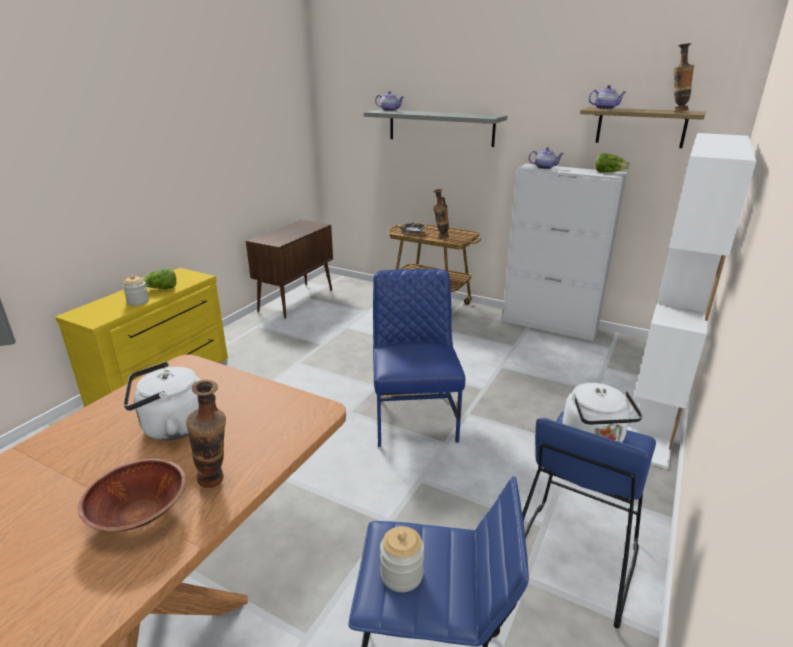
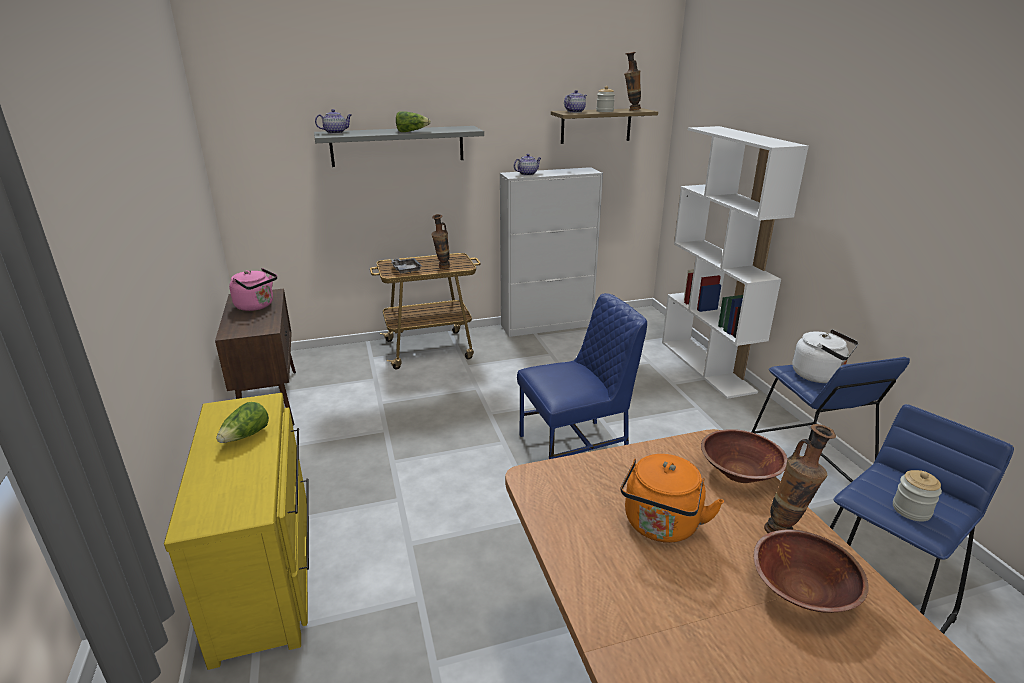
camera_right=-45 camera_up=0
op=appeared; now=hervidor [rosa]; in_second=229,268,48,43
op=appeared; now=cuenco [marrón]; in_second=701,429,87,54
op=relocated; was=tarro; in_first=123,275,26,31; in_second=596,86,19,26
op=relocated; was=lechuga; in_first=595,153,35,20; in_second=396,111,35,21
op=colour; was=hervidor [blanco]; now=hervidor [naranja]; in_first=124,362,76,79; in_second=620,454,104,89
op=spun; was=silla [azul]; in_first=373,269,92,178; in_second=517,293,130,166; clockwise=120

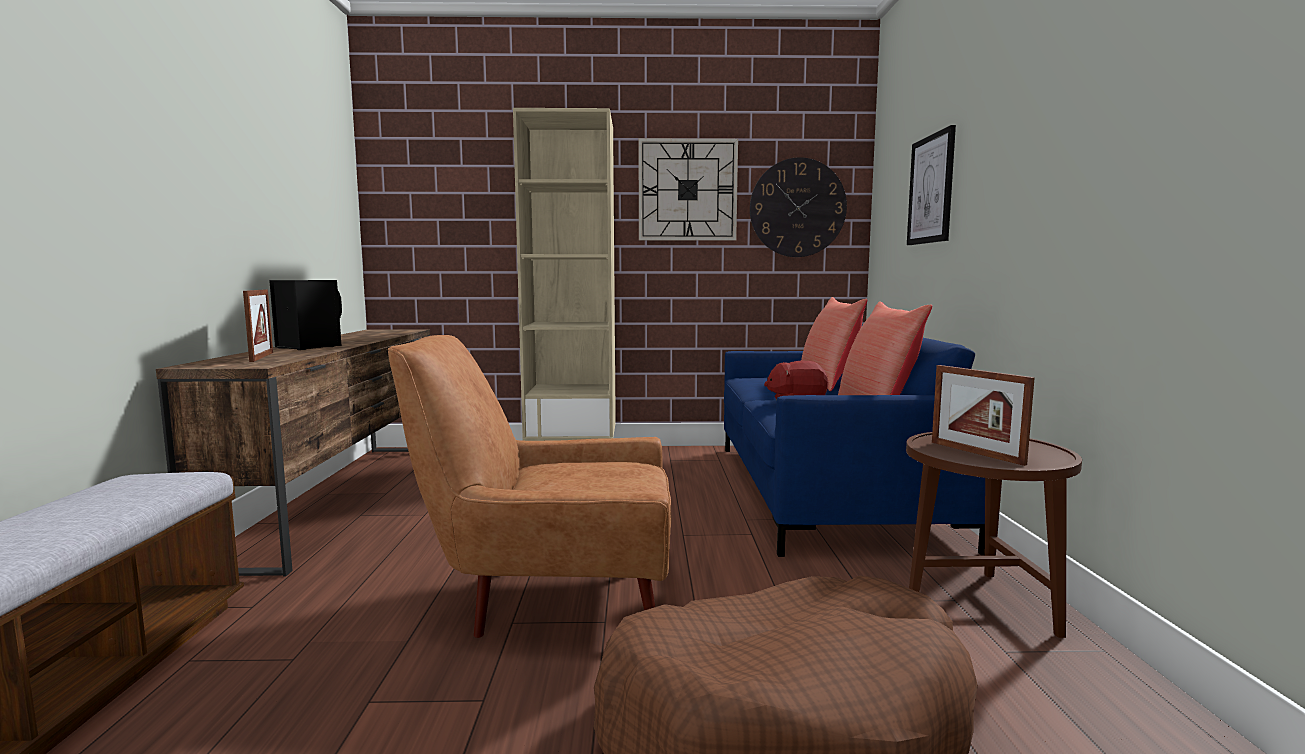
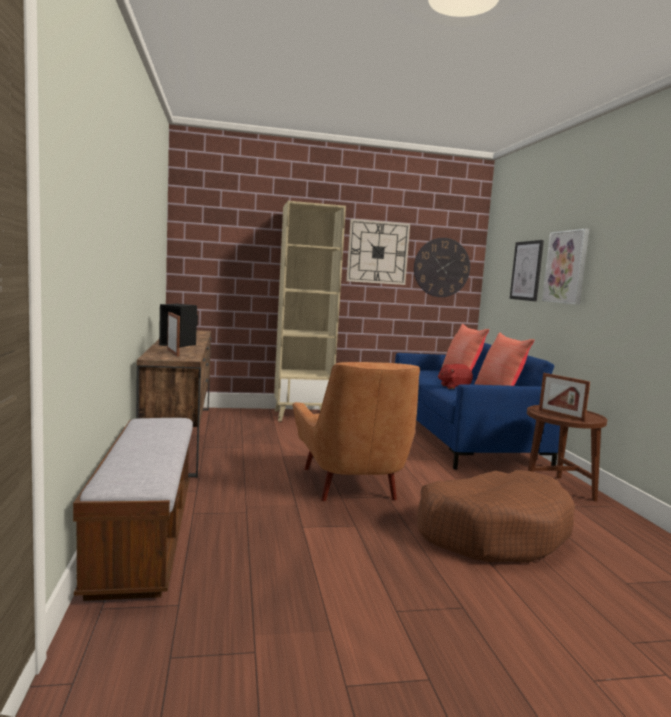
camera_right=-10 camera_up=0
op=appeared; now=cuadro; in_second=542,228,47,77
op=spun; was=sillón [marrón]; in_first=388,335,283,303; in_second=293,362,127,139; clockwise=-90

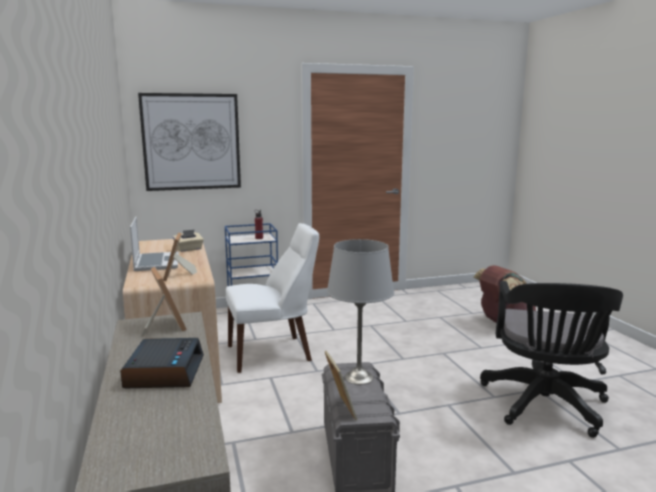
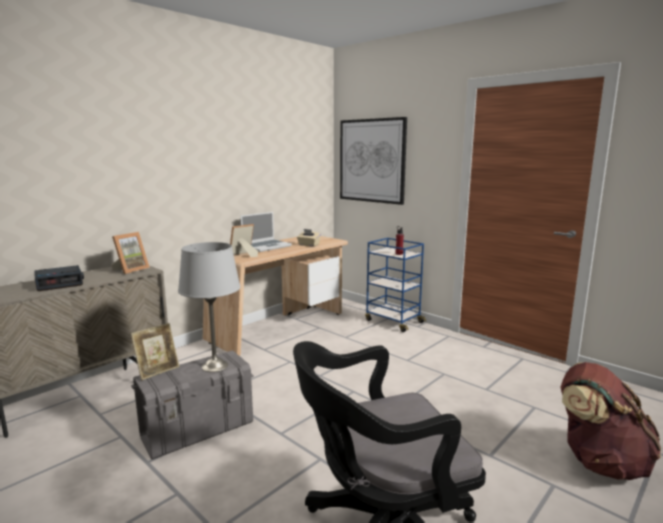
camera_right=60 camera_up=0
op=missing; was=silla [blanco]; in_first=226,223,93,150

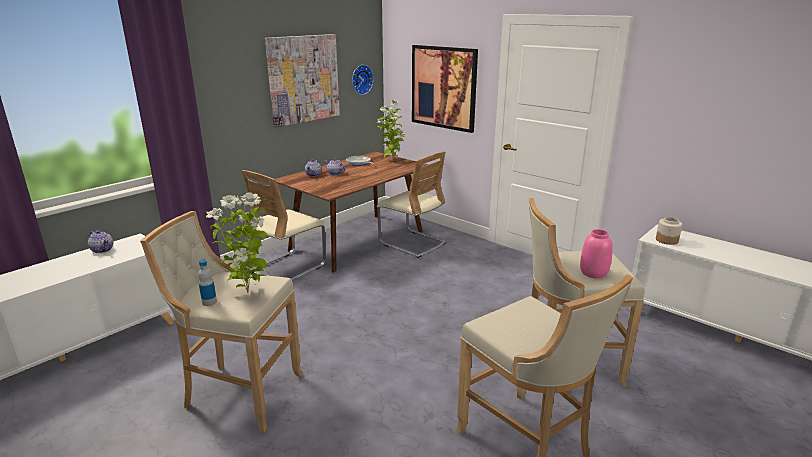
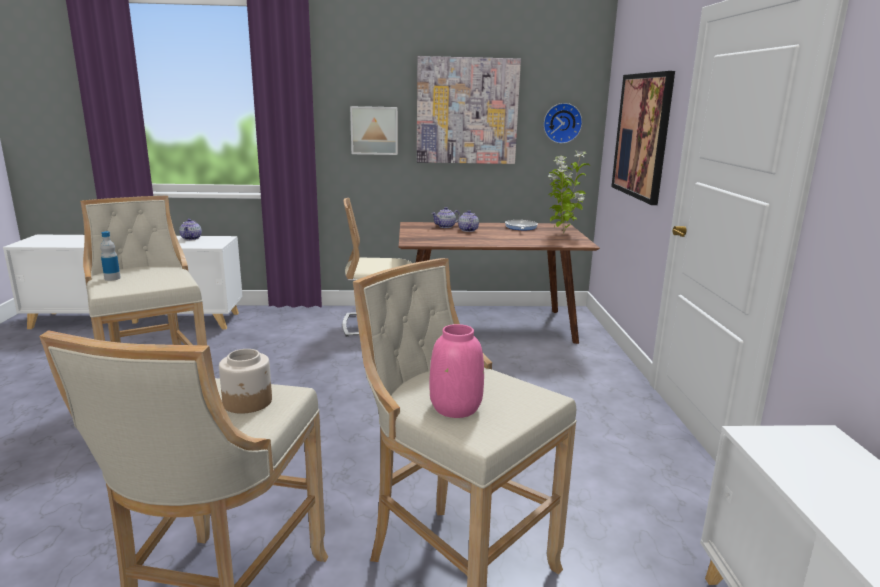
camera_right=45 camera_up=-5
op=missing; was=planta en maceta; in_first=206,193,64,100
op=missing; was=silla [beis]; in_first=377,152,69,106
op=appeared; now=cuadro; in_second=350,106,48,49
op=relocated; was=tarro; in_first=656,217,26,28; in_second=219,349,53,65

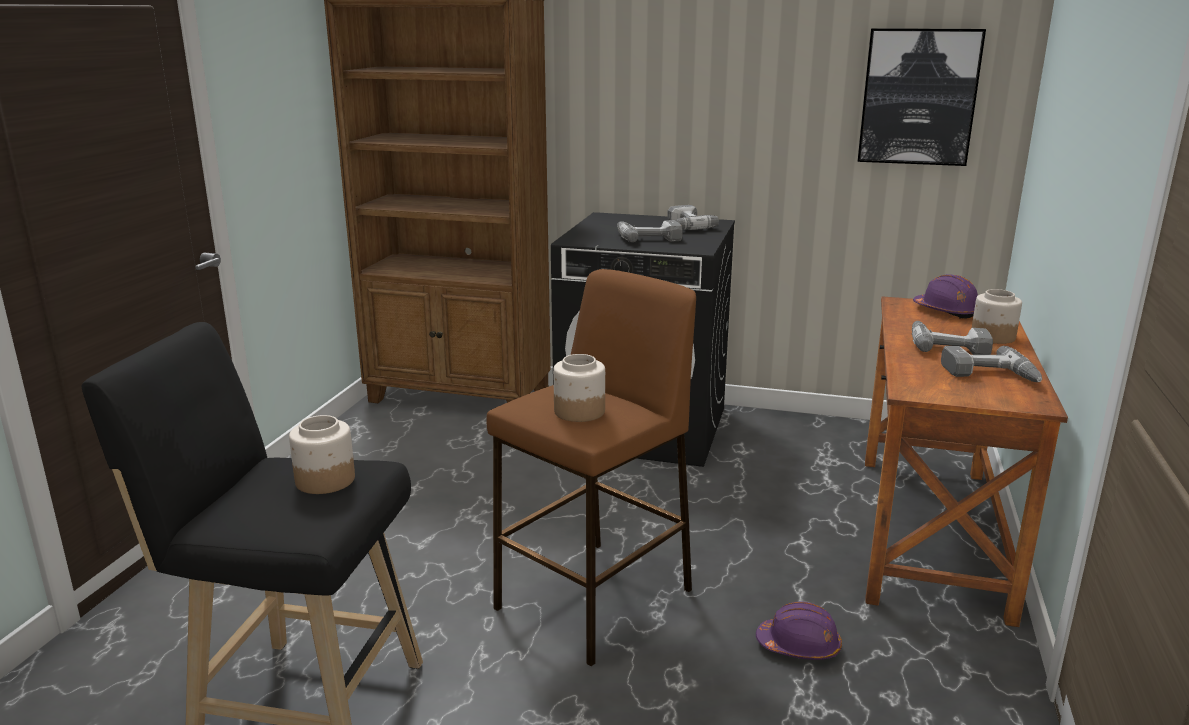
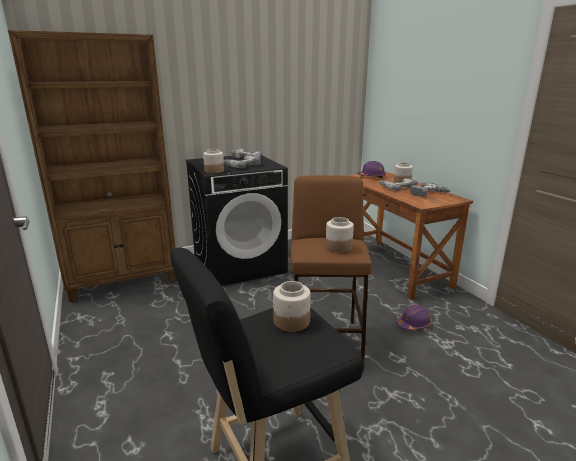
camera_right=-40 camera_up=0
op=missing; was=cuadro; in_first=858,28,128,138
op=appeared; now=tarro; in_second=203,149,21,24

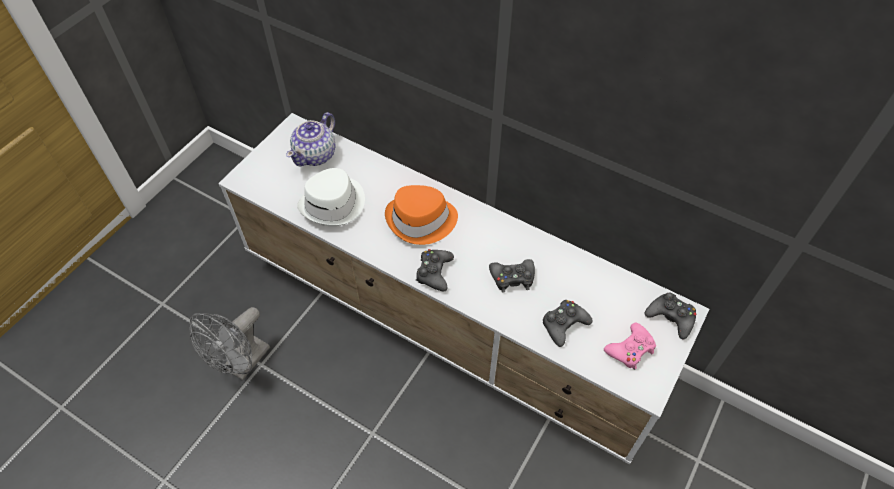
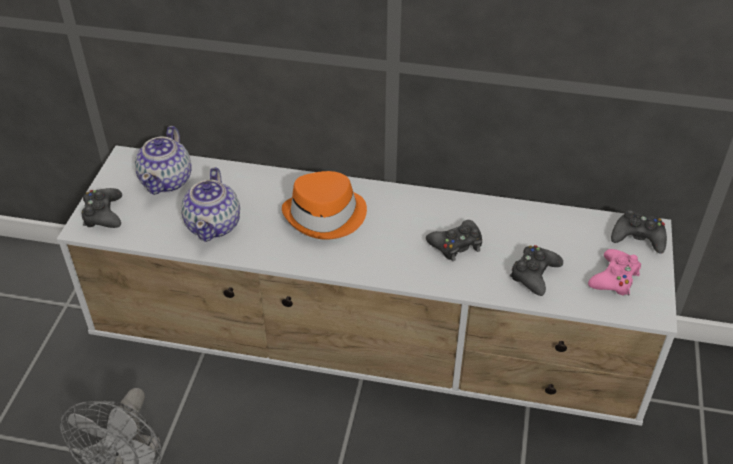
camera_right=-20 camera_up=-10
op=relocated; was=mando de consola [negro]; in_first=416,249,38,42; in_second=82,188,40,40
op=exchanged; was=sombrero [blanco]; now=tetera; in_first=297,168,68,58; in_second=181,167,59,75

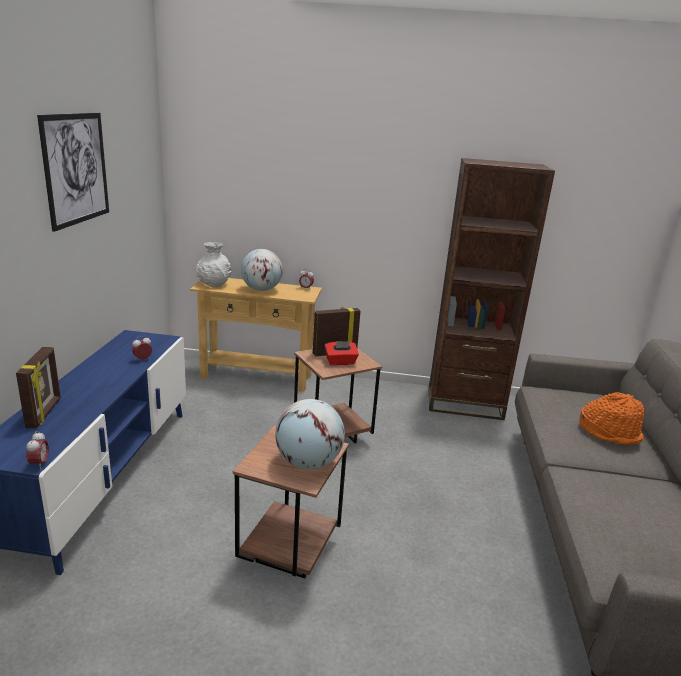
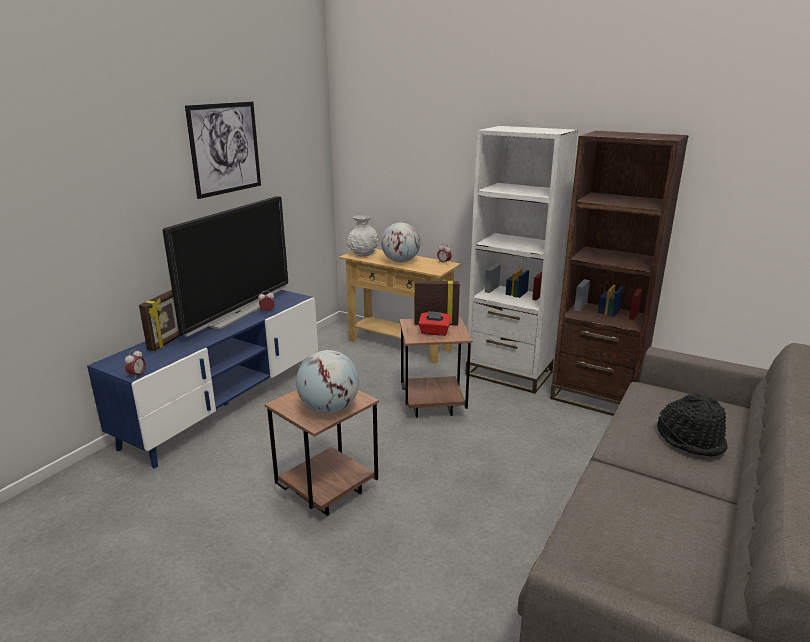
camera_right=25 camera_up=0
op=appeared; now=televisor; in_second=163,196,125,141
op=appeared; now=estantería [blanco]; in_second=465,126,113,268
op=colour; was=sombrero [naranja]; now=sombrero [negro]; in_first=579,392,65,53; in_second=657,394,71,63

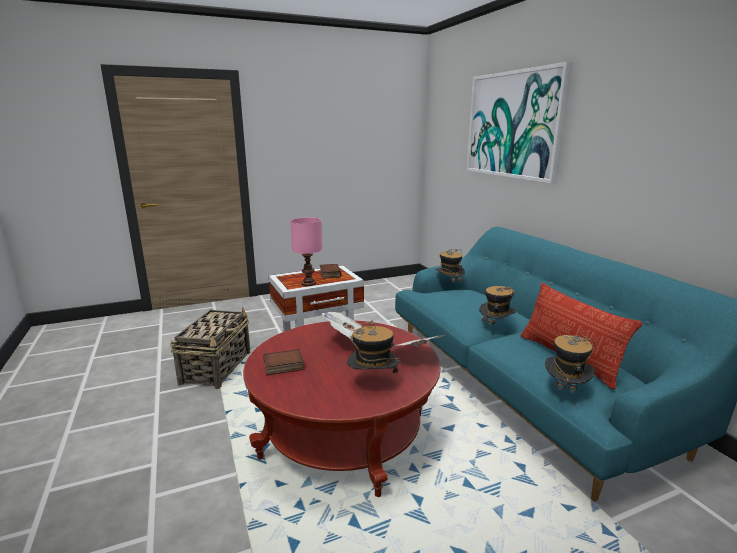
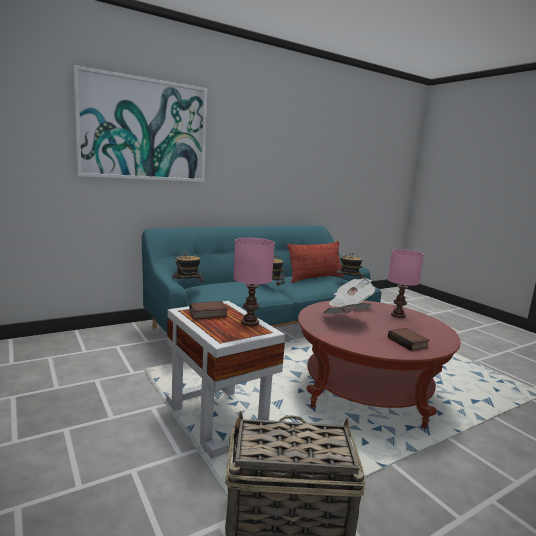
camera_right=-100 camera_up=-5
op=exchanged; was=sombrero; now=lámpara de mesa [rosa]; in_first=347,320,54,57; in_second=388,249,36,69

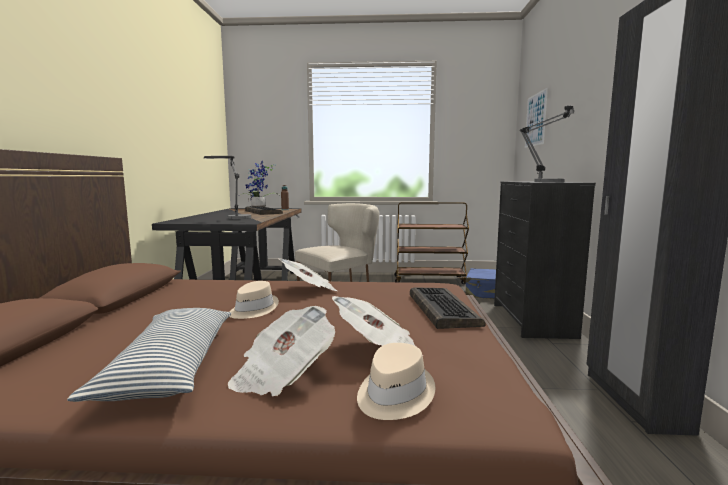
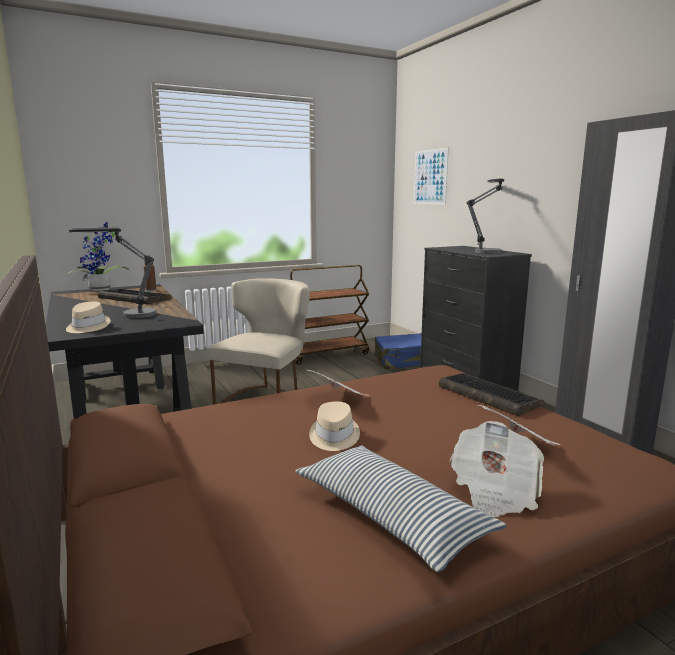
camera_right=-30 camera_up=5
op=relocated; was=sombrero [beis]; in_first=357,343,79,77; in_second=66,302,44,31

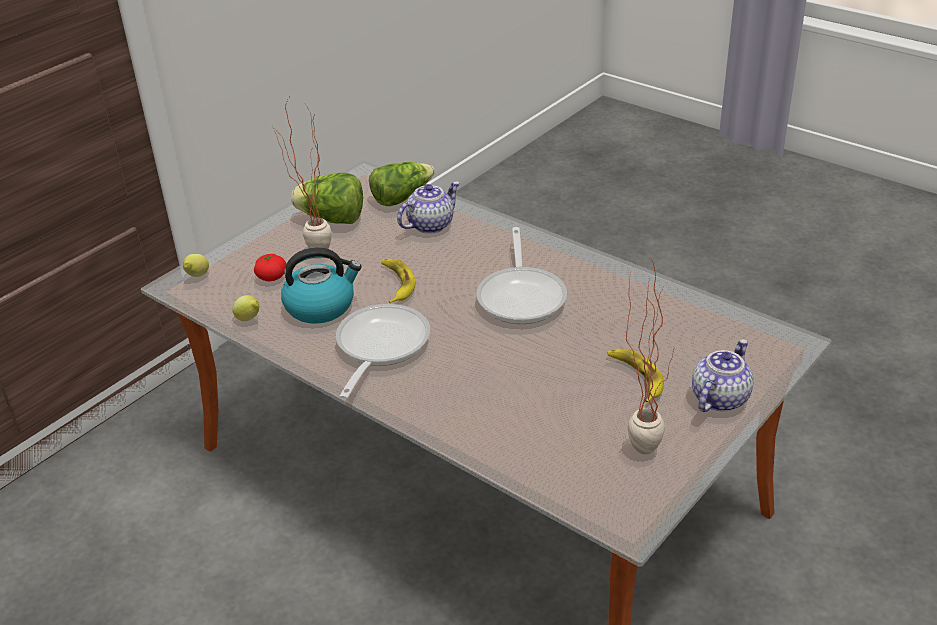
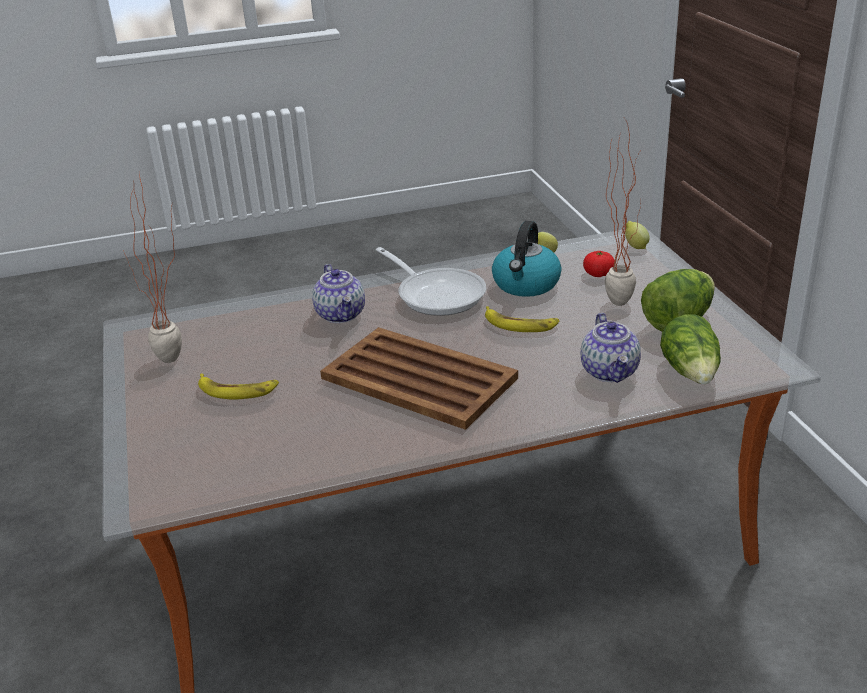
camera_right=125 camera_up=-5
op=relocated; was=tetera; in_first=692,339,62,73; in_second=312,264,53,59
op=exchanged; was=sartén; now=bandeja [marrón]; in_first=476,227,91,97; in_second=320,327,198,103

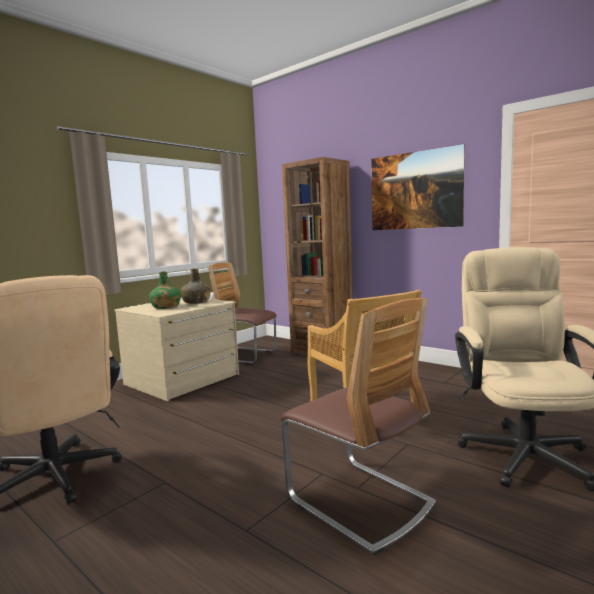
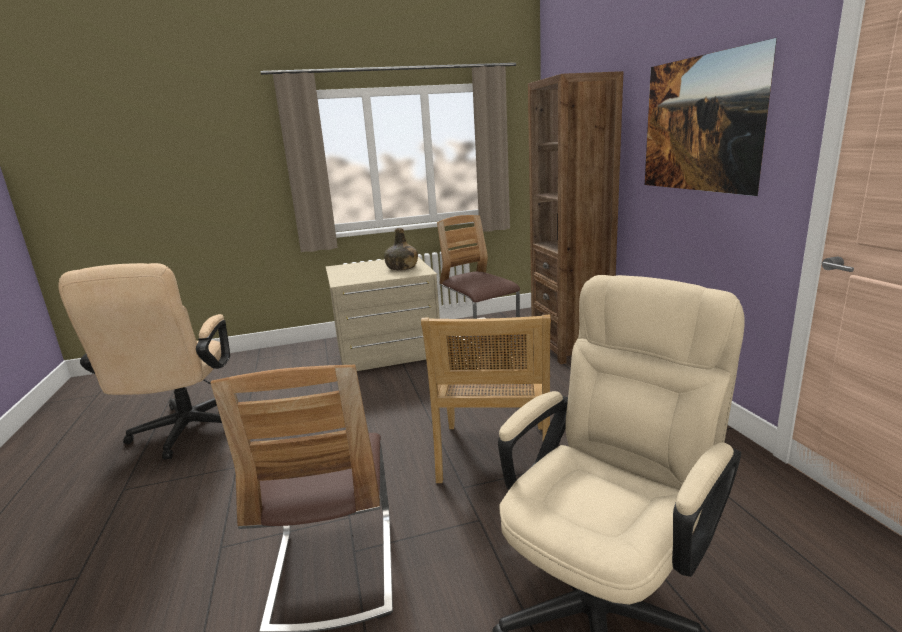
camera_right=35 camera_up=10
op=missing; was=botella [verde]; in_first=149,272,32,37

